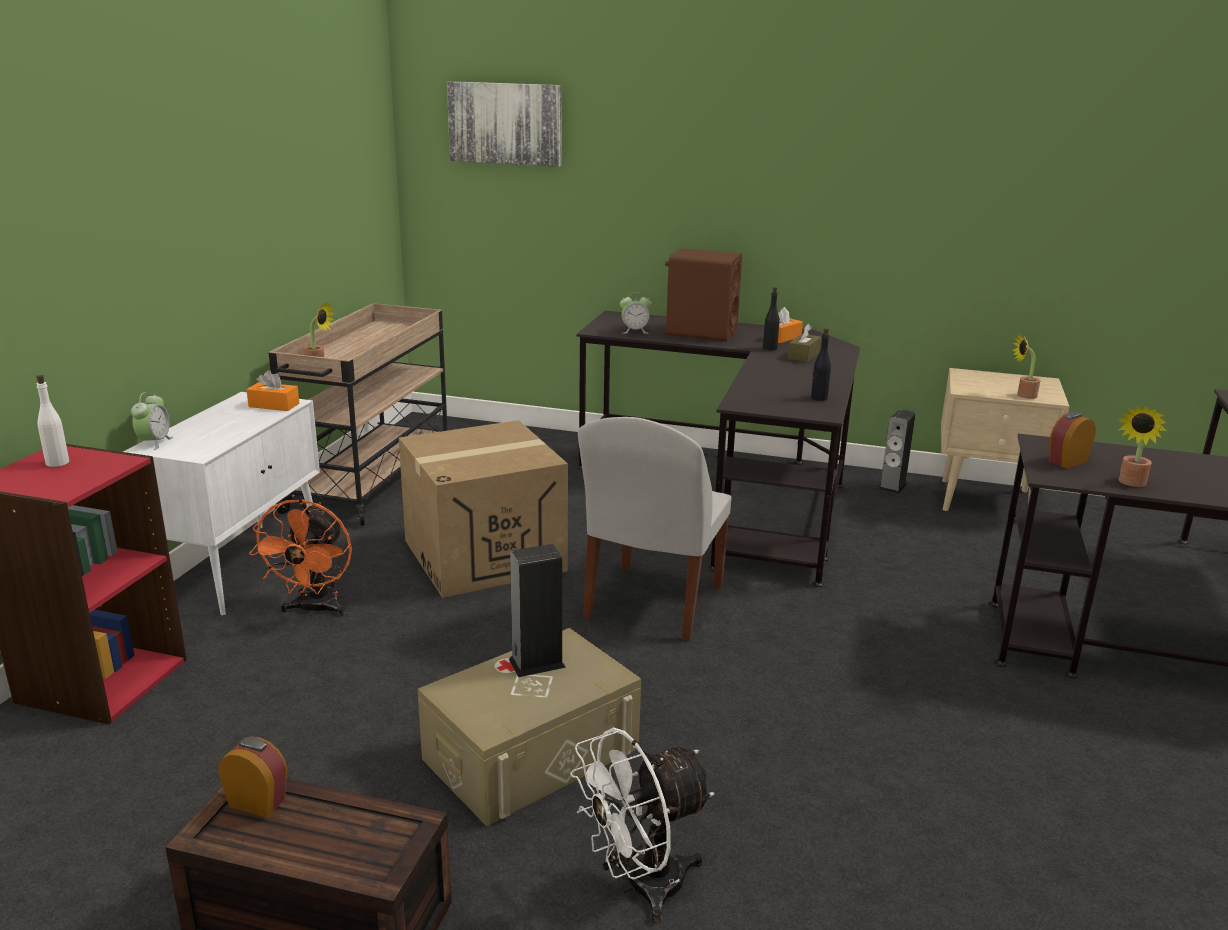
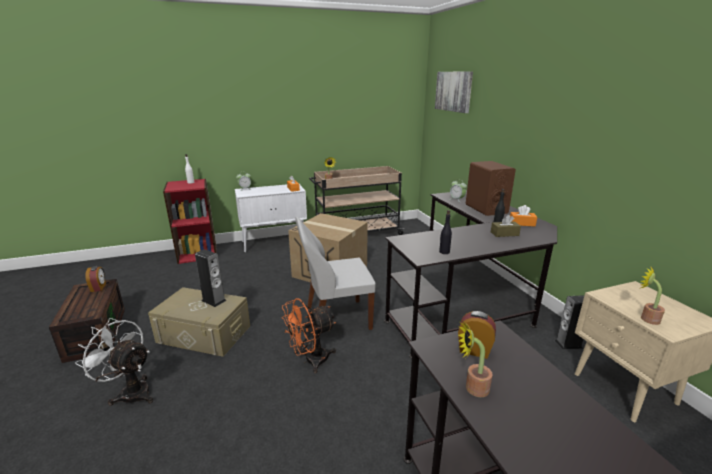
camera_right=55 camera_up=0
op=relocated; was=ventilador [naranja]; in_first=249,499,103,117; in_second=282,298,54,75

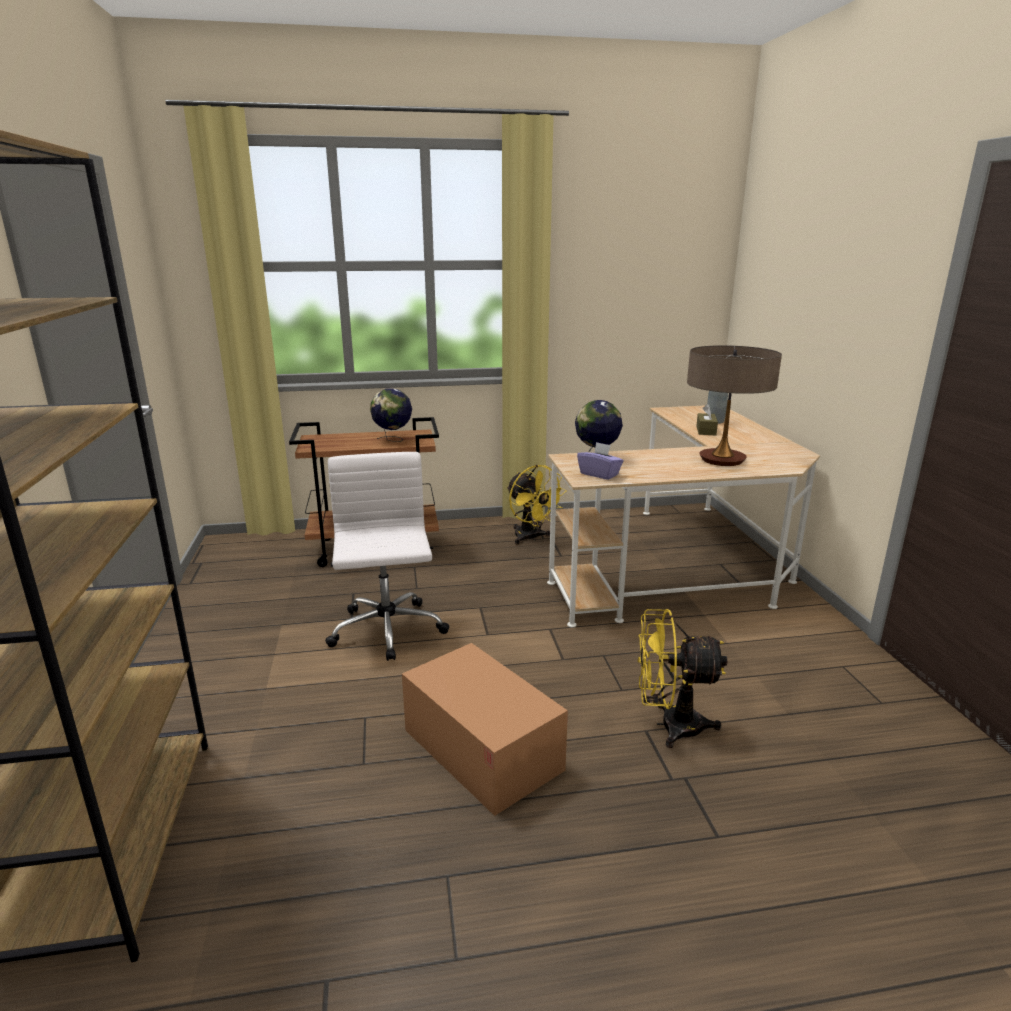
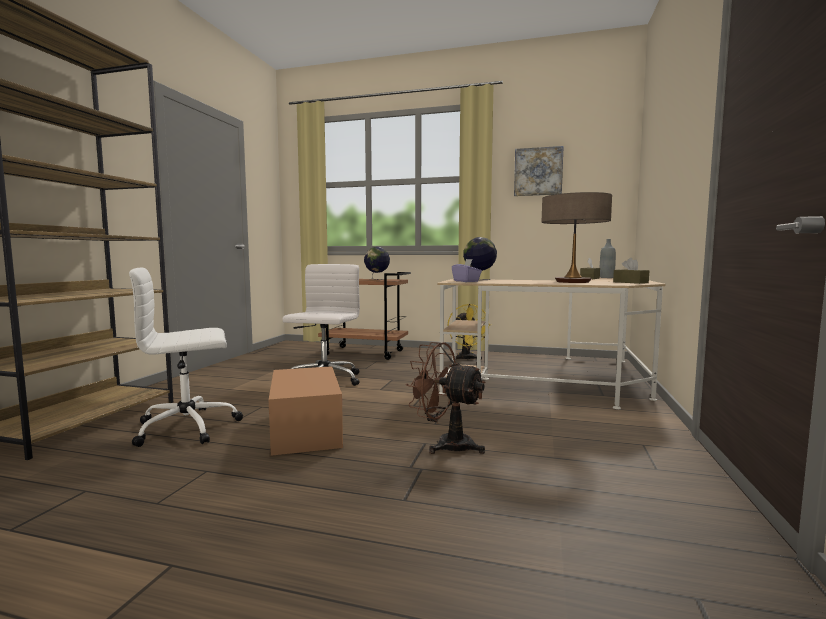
camera_right=25 camera_up=-15
op=appeared; now=silla de oficina [blanco]; in_second=129,268,114,179
op=appeared; now=cuadro; in_second=514,146,50,50
op=appeared; now=caja de pañuelos [marrón]; in_second=613,258,36,26
op=colour; was=ventilador [amarillo]; now=ventilador [marrón]; in_first=638,609,89,139; in_second=406,342,80,112

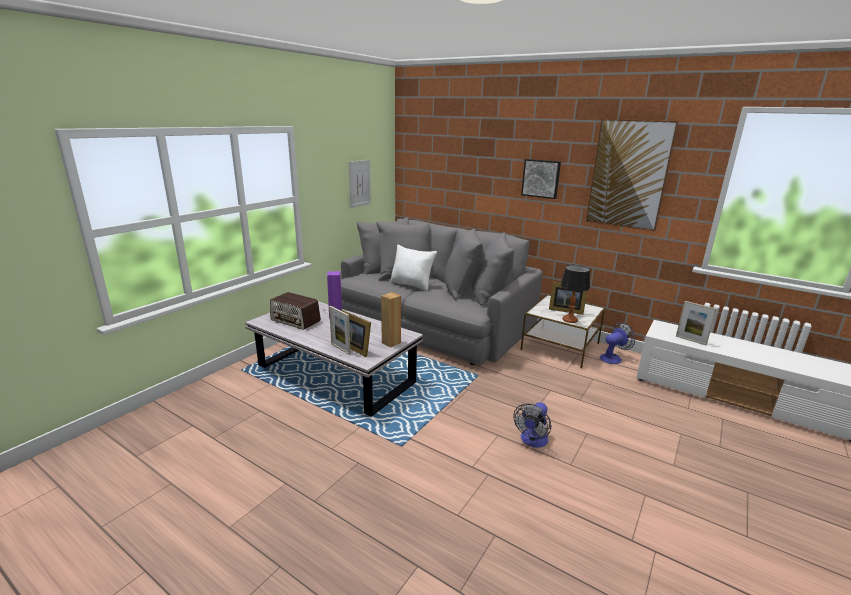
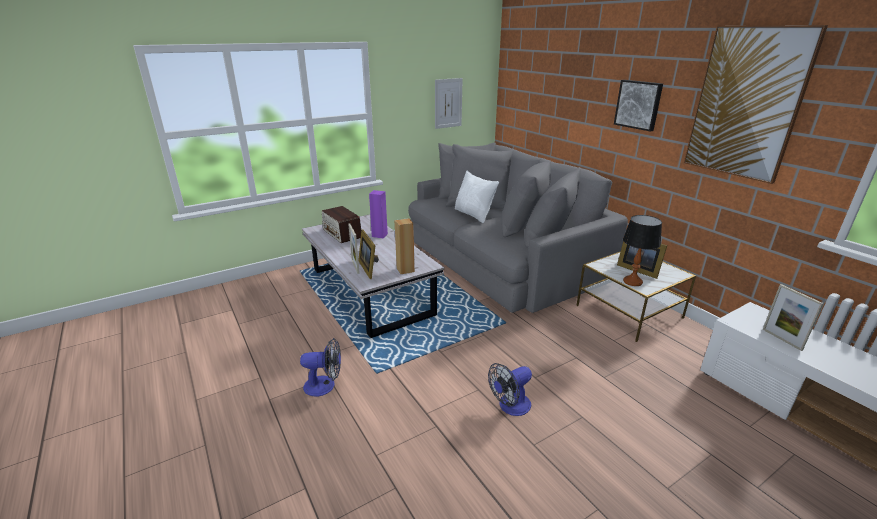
camera_right=25 camera_up=5
op=relocated; was=ventilador; in_first=600,322,35,42; in_second=300,338,41,59

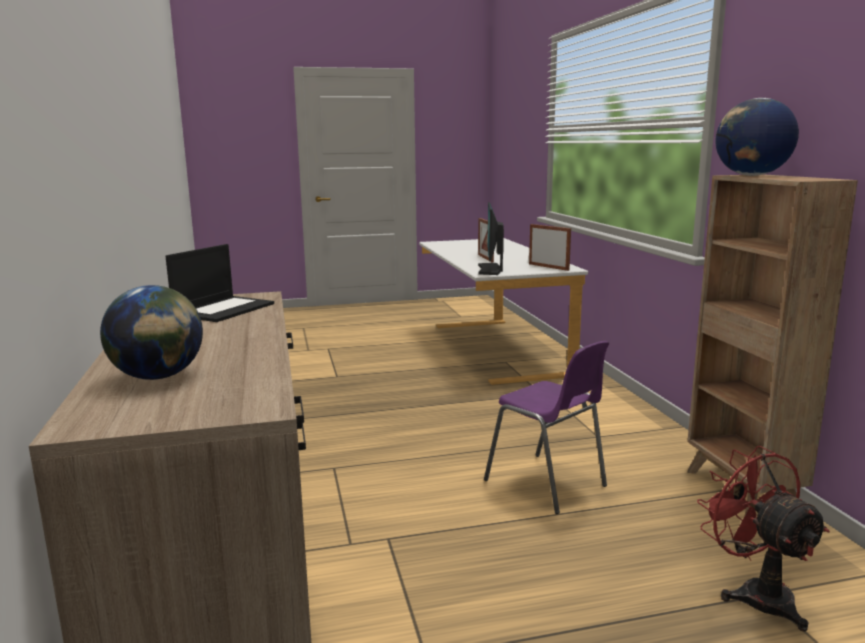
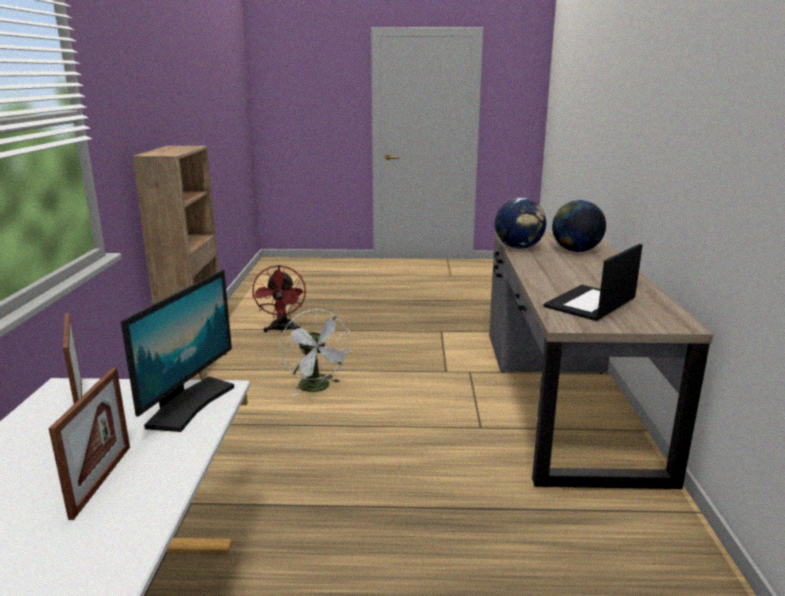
camera_right=-165 camera_up=5
op=relocated; was=globo terráqueo; in_first=715,98,84,78; in_second=495,198,51,51
op=exchanged; was=silla [morado]; now=ventilador [blanco]; in_first=484,341,125,173; in_second=280,309,72,87

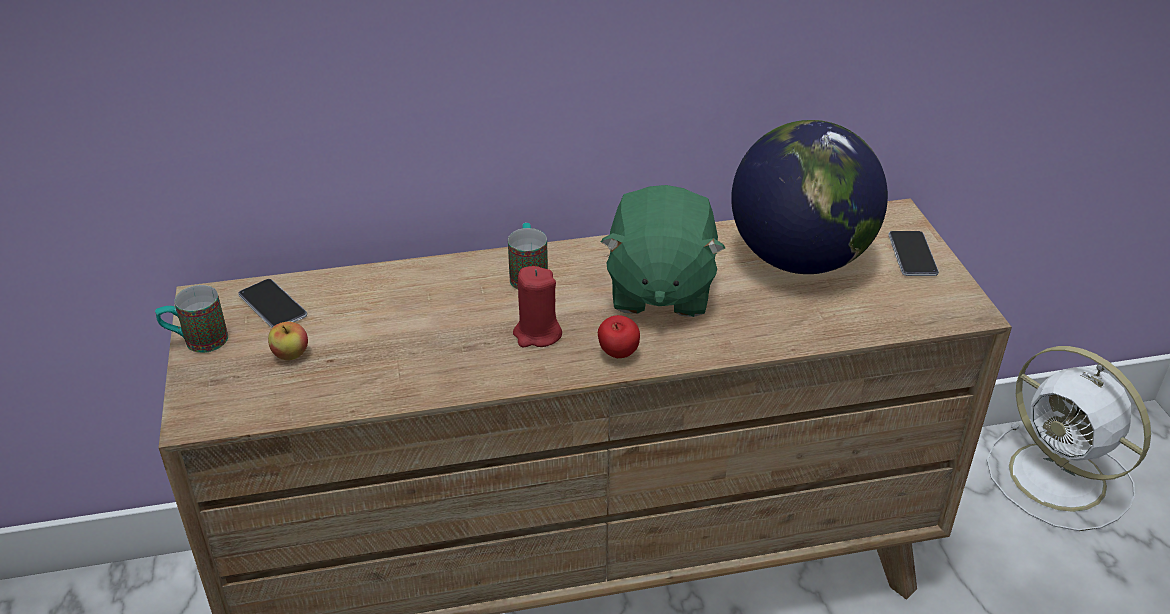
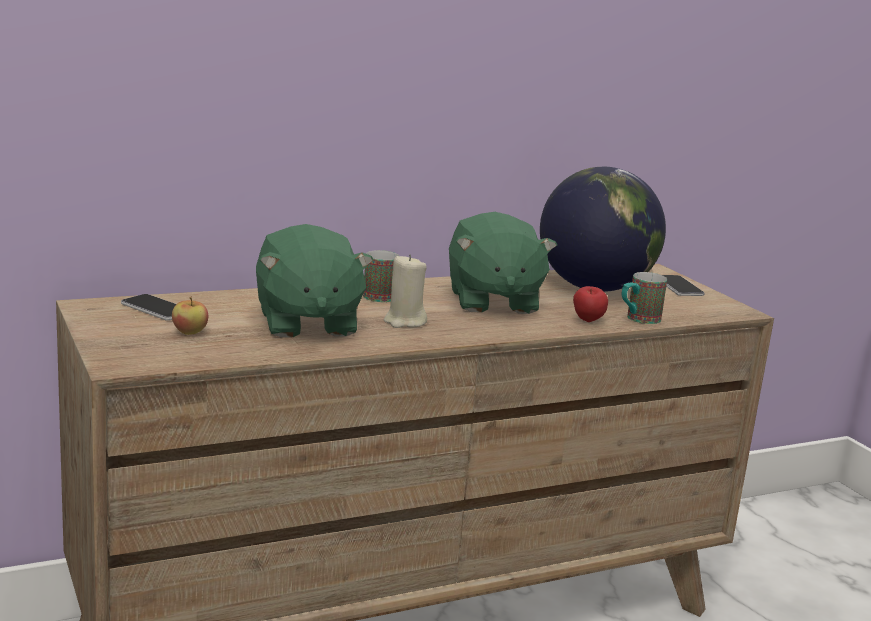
camera_right=-15 camera_up=-20
op=missing; was=ventilador [blanco]; in_first=987,346,164,185
op=appeared; now=peluche [verde]; in_second=256,224,117,114
op=relocated; was=taza grande; in_first=155,285,73,68; in_second=622,272,45,52
op=relocated; was=manzana; in_first=598,315,42,43; in_second=573,286,35,36
op=colour; was=vela [rojo]; now=vela [beis]; in_first=513,266,49,82; in_second=384,254,43,74

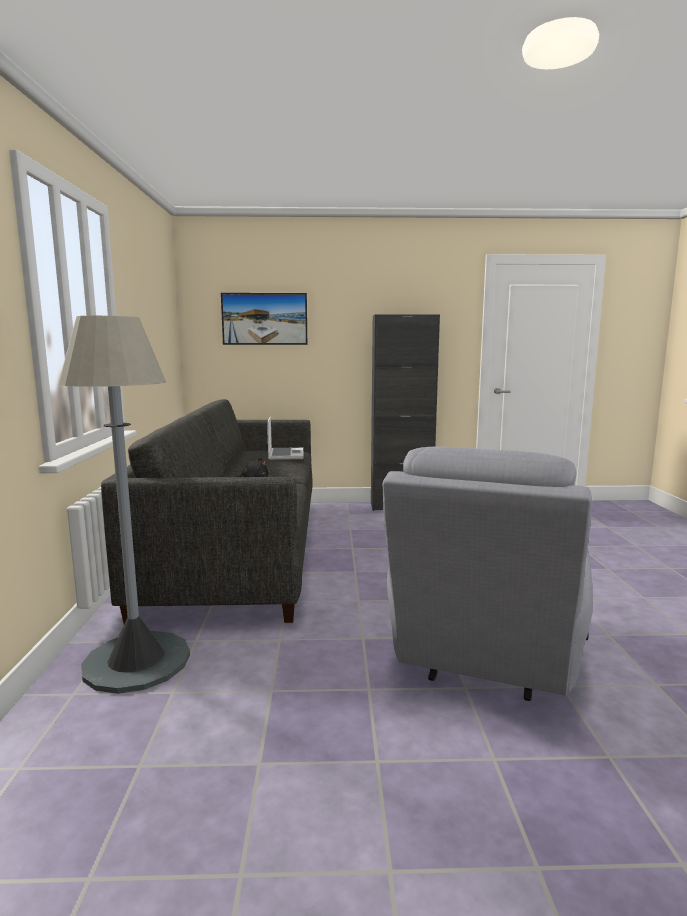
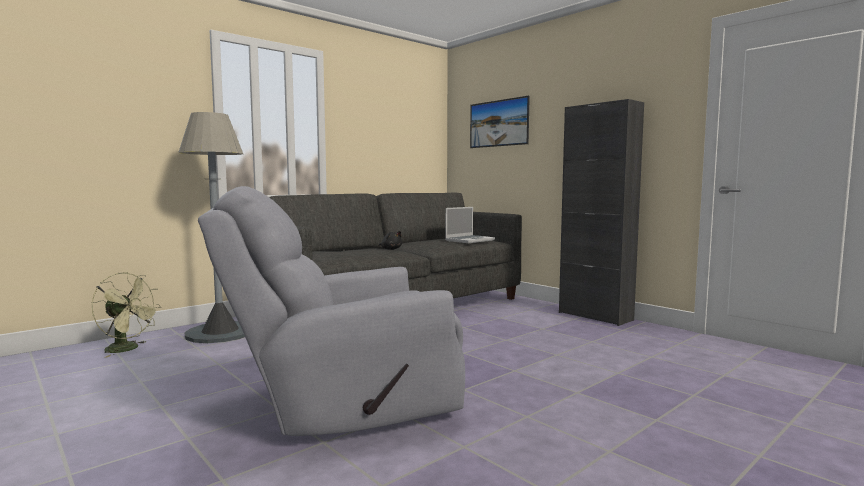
camera_right=50 camera_up=-5
op=appeared; now=ventilador [verde]; in_second=91,272,71,86

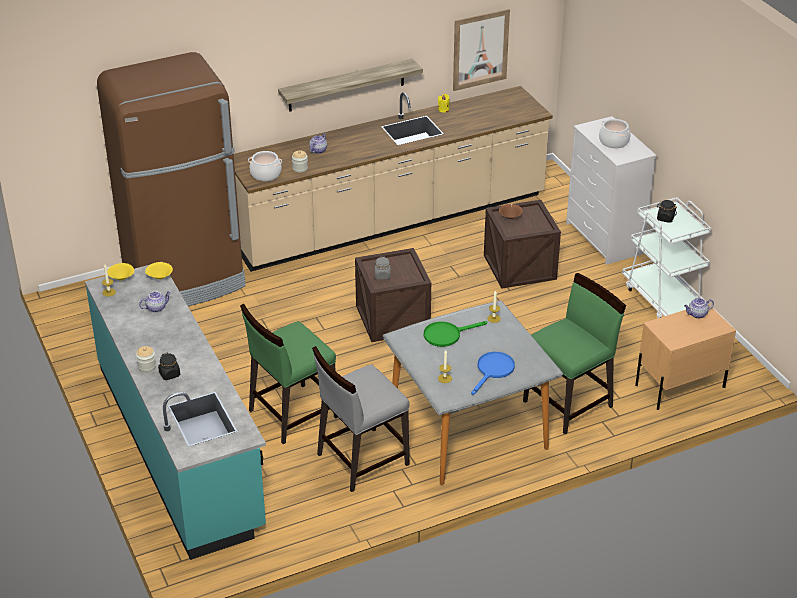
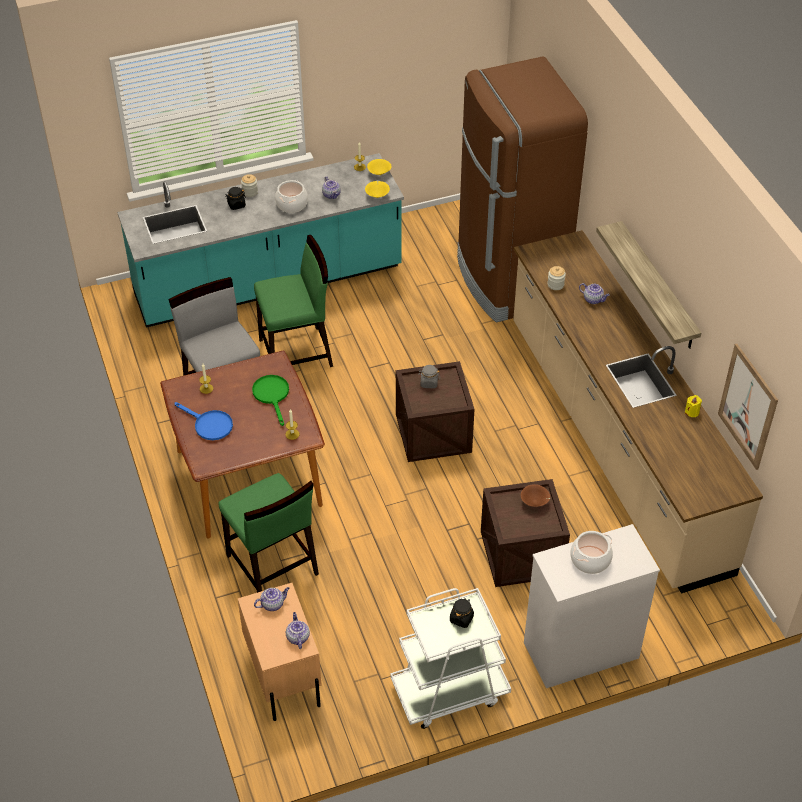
camera_right=95 camera_up=10
op=appeared; now=tetera; in_second=254,587,36,24
op=relocated; was=olla; in_first=248,151,34,30; in_second=275,180,33,33
op=colour; was=mesa de comedor [gris]; now=mesa de comedor [marrón]; in_first=383,300,180,185; in_second=160,350,165,189
op=spun; was=silla [verde]; in_first=240,304,98,140; in_second=254,235,79,132; clockwise=105

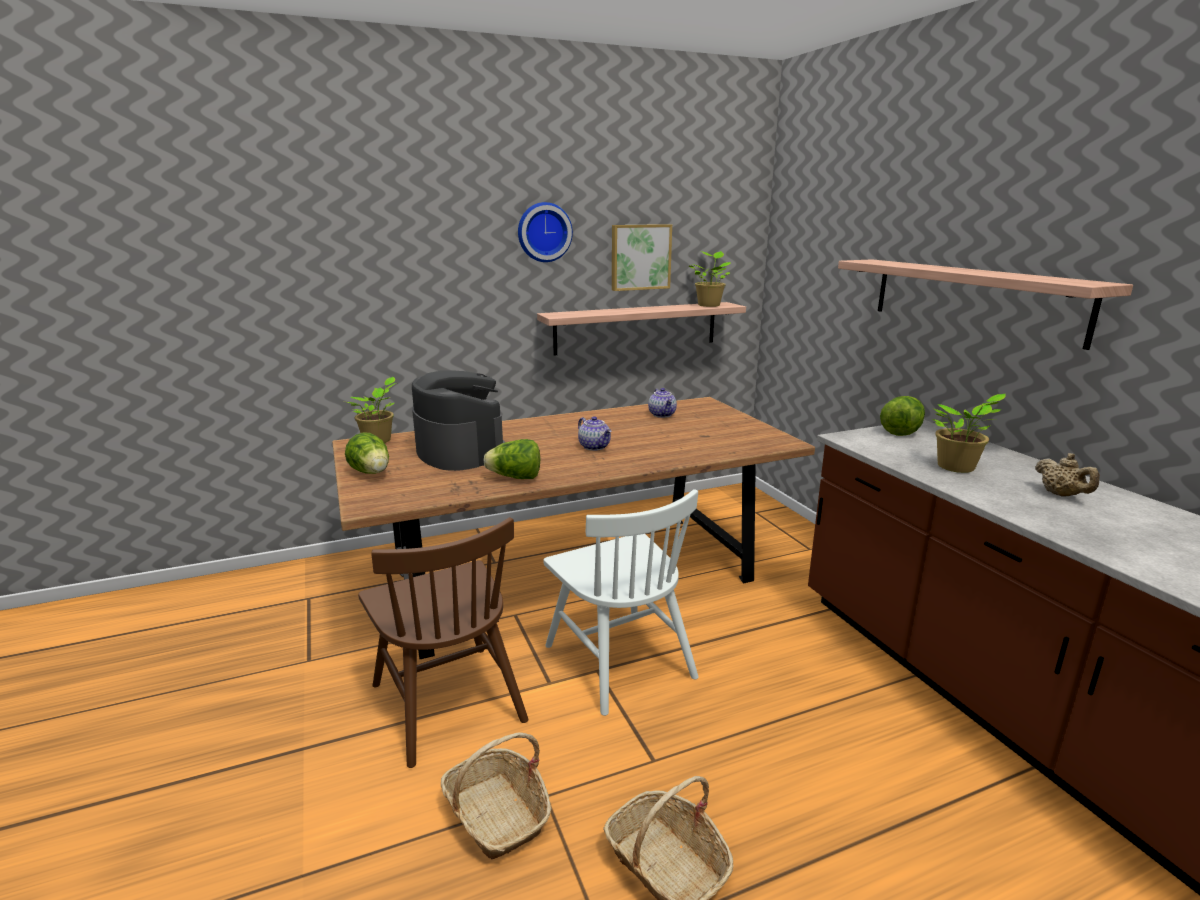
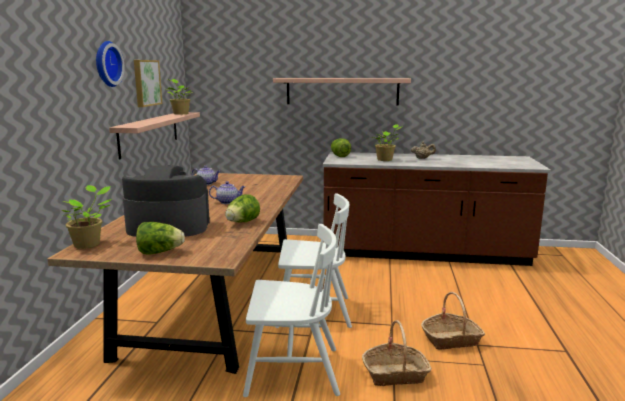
camera_right=-60 camera_up=-5
op=colour; was=silla [marrón]; now=silla [blanco]; in_first=358,517,170,251; in_second=243,224,97,173

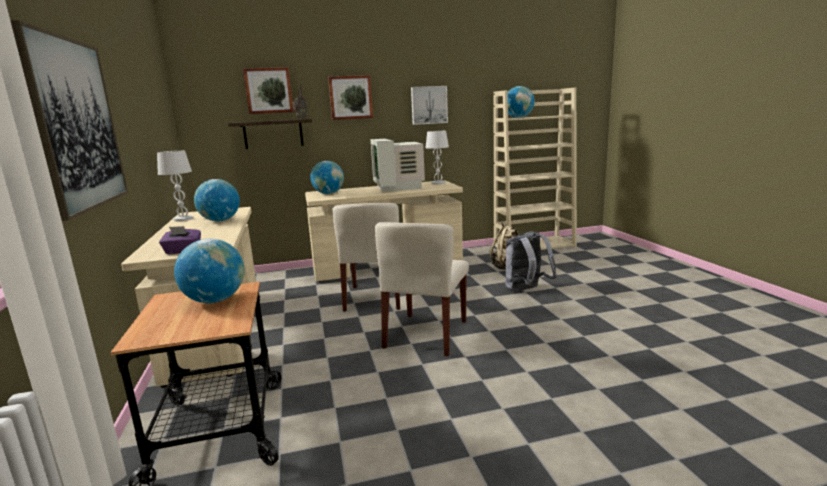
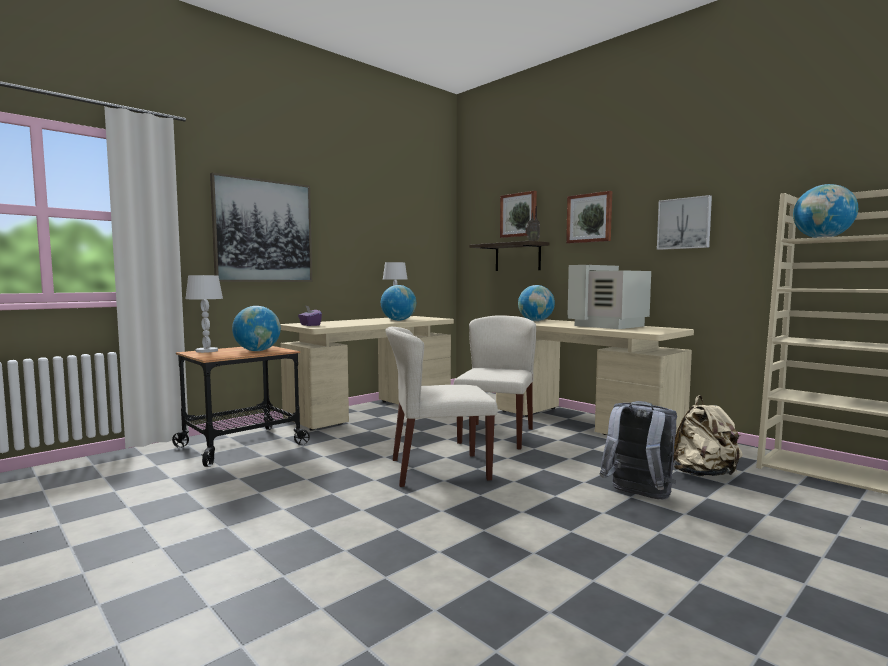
camera_right=60 camera_up=-10
op=relocated; was=lámpara de mesa [blanco]; in_first=426,131,23,53; in_second=186,275,37,78
op=spun; was=silla [beis]; in_first=332,203,68,108; in_second=454,315,82,135; clockwise=135

